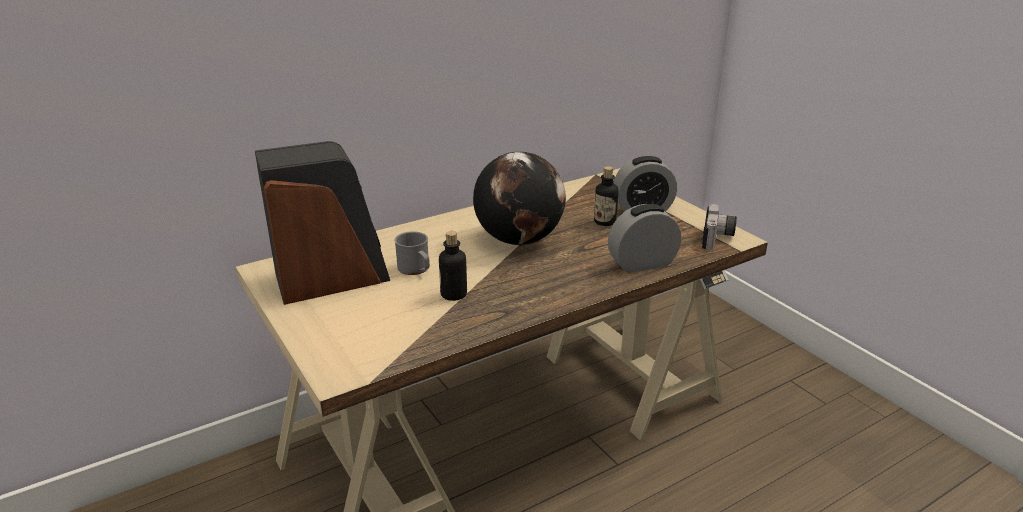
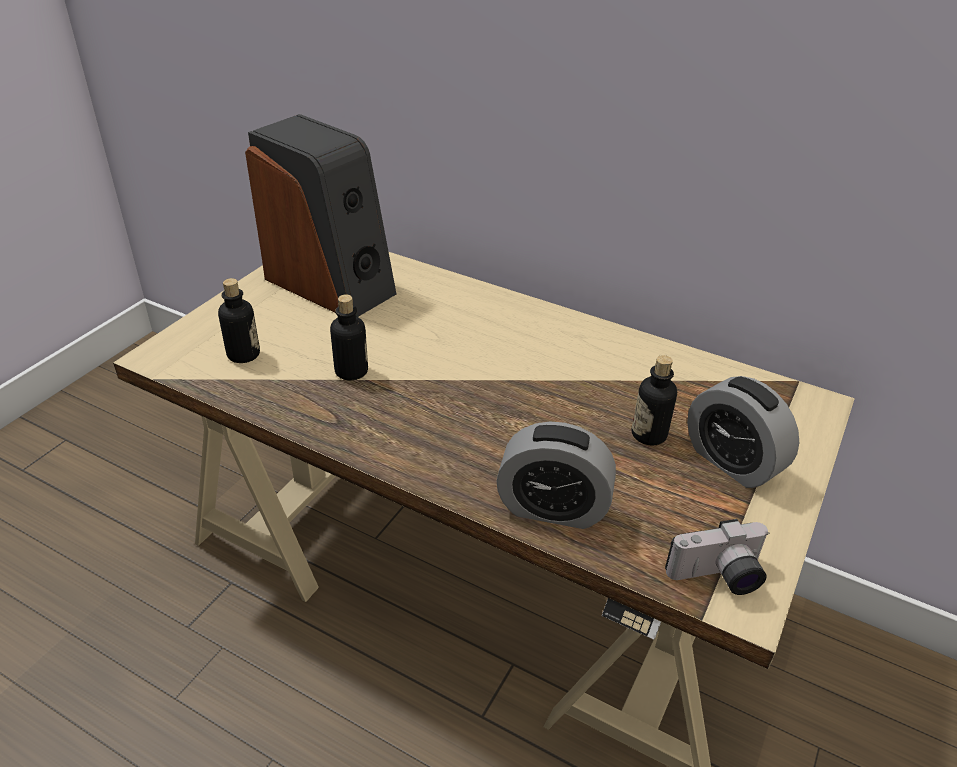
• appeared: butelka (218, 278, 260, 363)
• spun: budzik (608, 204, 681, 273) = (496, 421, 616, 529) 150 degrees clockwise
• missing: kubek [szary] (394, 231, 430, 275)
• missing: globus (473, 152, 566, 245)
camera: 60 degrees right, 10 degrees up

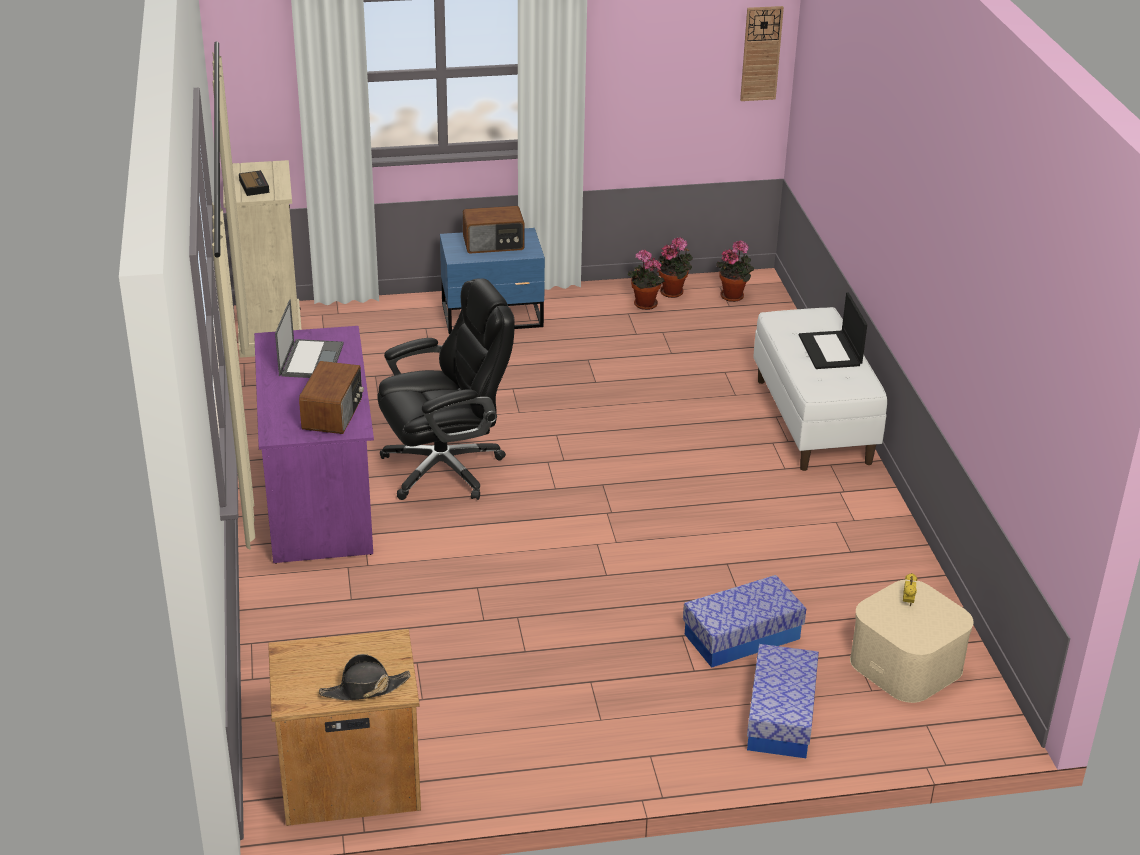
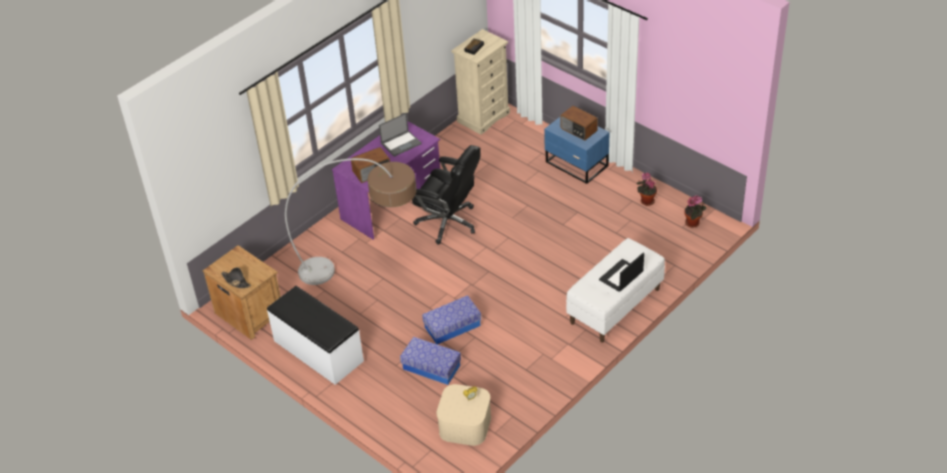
• appeared: ławka [biały] (267, 286, 364, 385)
• appeared: lampa stojąca (285, 158, 417, 285)
• relocated: pojemnik do przechowywania (747, 644, 819, 758) to (422, 295, 481, 344)
• missing: roślina doniczkowa (658, 237, 693, 298)
• missing: zegar ścienny (740, 6, 784, 101)
camera: 55 degrees right, 10 degrees up

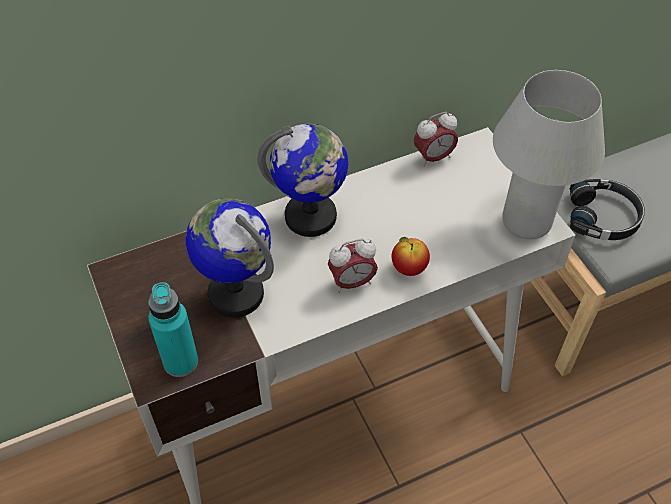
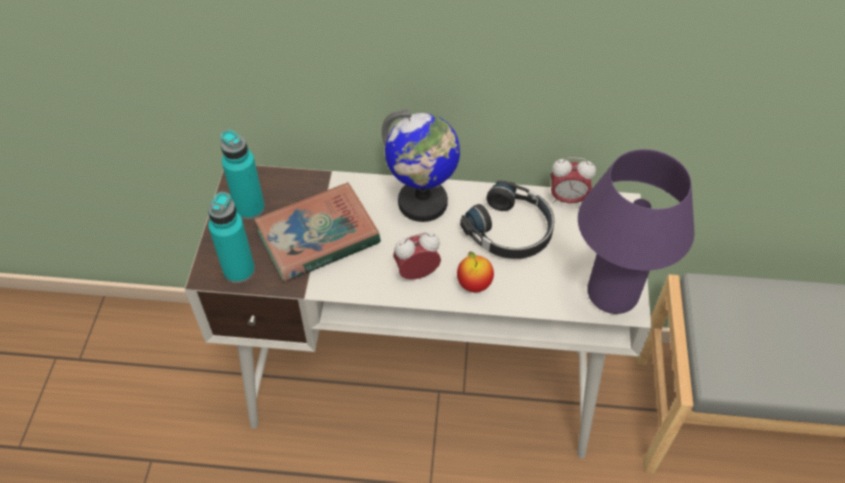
• appeared: butelka [turkusowy] (220, 130, 265, 220)
• exchanged: globus (185, 198, 274, 317) to książka (254, 182, 381, 282)
• spun: budzik (328, 239, 378, 293) = (393, 232, 441, 280) 150 degrees clockwise
• relocated: słuchawki [czarny] (570, 179, 645, 240) to (460, 180, 555, 259)
• colour: lampa stołowa [biały] (493, 70, 605, 239) to lampa stołowa [fioletowy] (578, 149, 694, 314)
camera: 30 degrees right, 0 degrees up

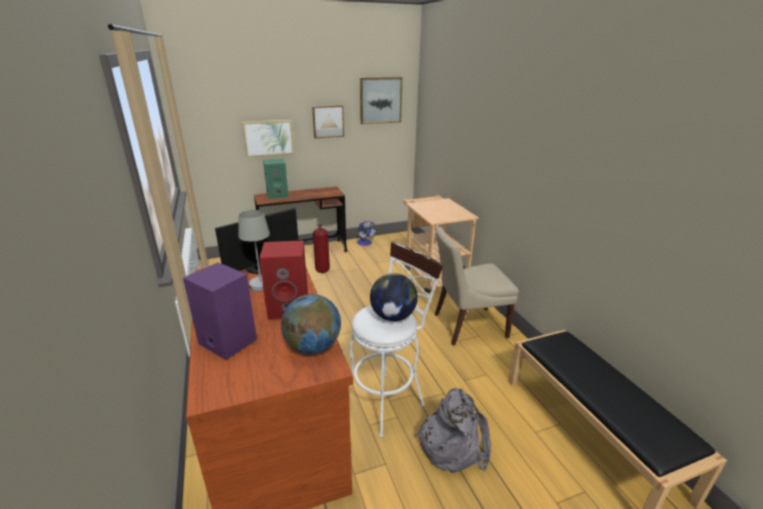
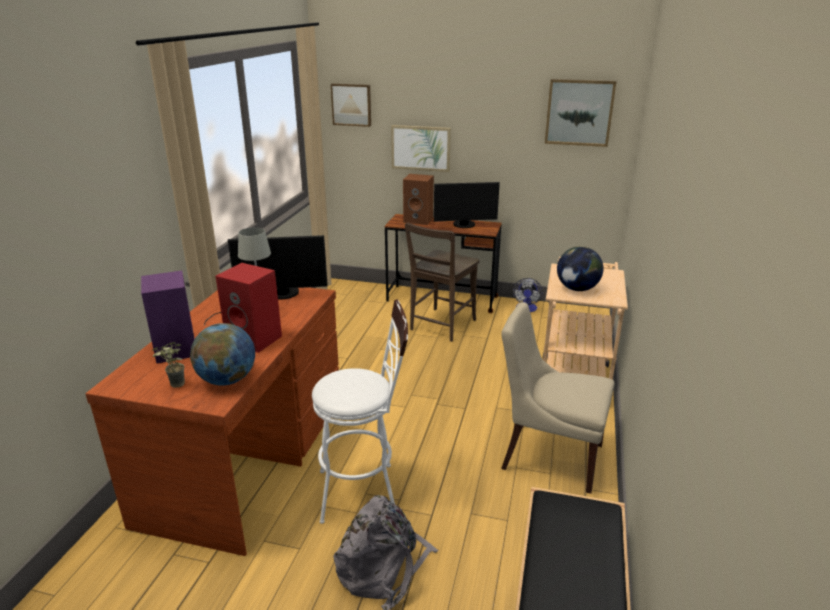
• appeared: roślina doniczkowa (151, 342, 185, 388)
• relocated: obraz (312, 105, 344, 138) to (331, 84, 371, 127)
• colour: głośnik [zielony] (263, 159, 289, 199) to głośnik [brązowy] (403, 174, 434, 225)
• exchanged: gaśnica (313, 224, 330, 273) to krzesło [brązowy] (405, 223, 480, 342)
• appeared: monitor (434, 182, 500, 228)
• relocated: globus (370, 273, 418, 321) to (557, 246, 603, 291)
camera: 35 degrees right, 0 degrees up

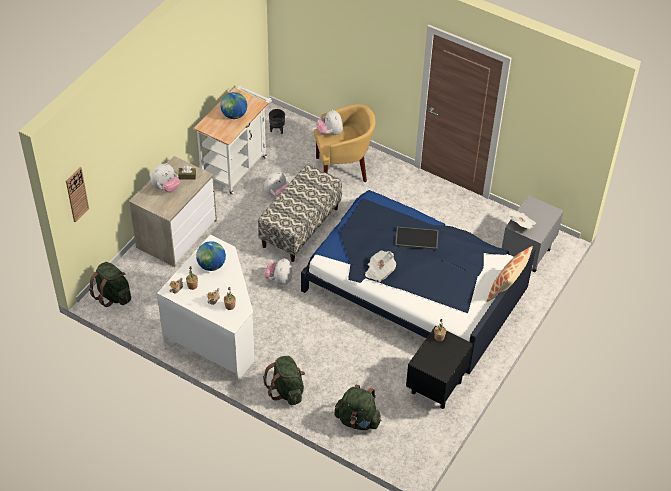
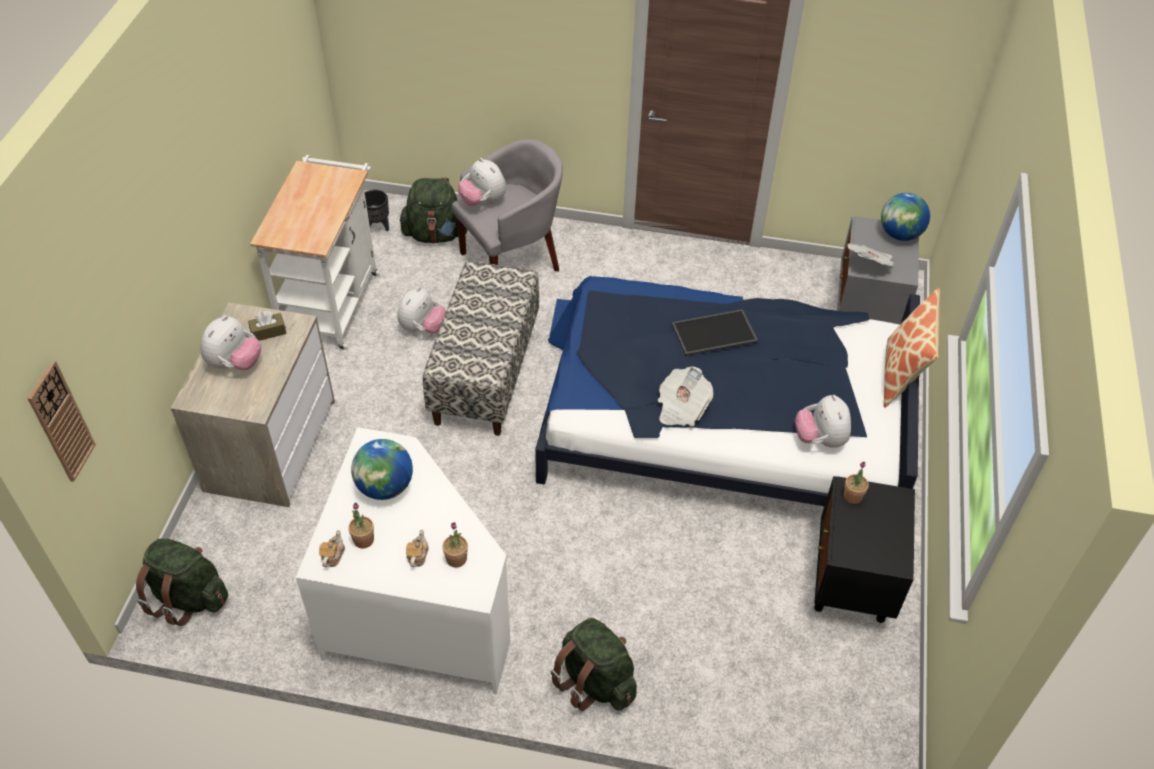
• relocated: plecak [zielony] (334, 385, 381, 430) to (400, 178, 467, 244)
• colour: fotel [żółty] (314, 104, 375, 182) to fotel [szary] (452, 139, 563, 271)
• relocated: pluszak (264, 258, 292, 285) to (795, 395, 851, 448)
• relocated: globus (220, 92, 247, 119) to (881, 193, 930, 241)
camera: 20 degrees left, 0 degrees up

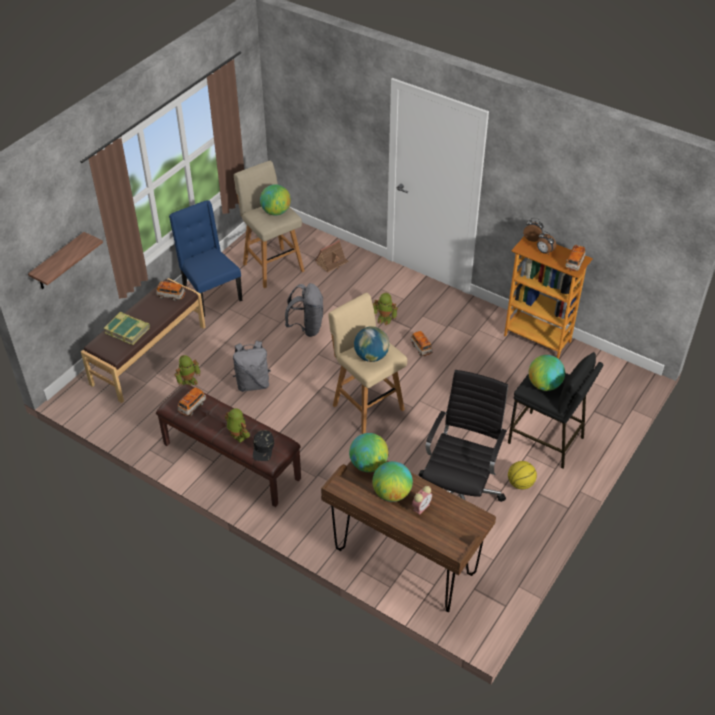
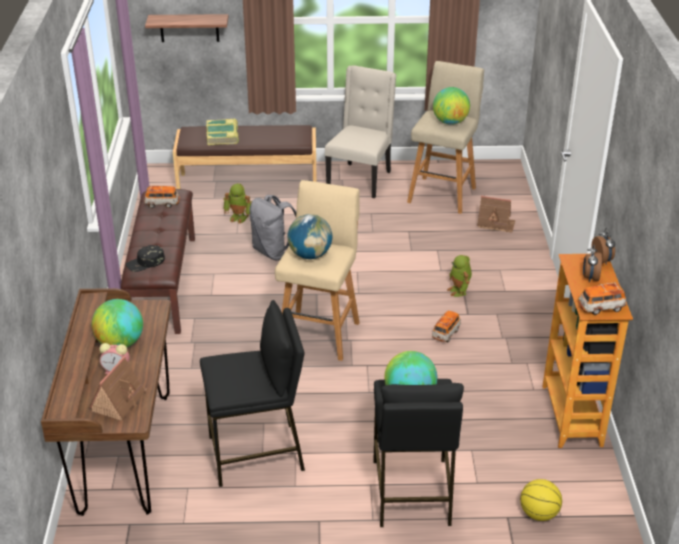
• appeared: domek (89, 356, 148, 421)
• exchanged: krzesło biurowe [czarny] (419, 370, 508, 502) to stołek [czarny] (200, 300, 305, 487)
• colour: krzesło [niebieski] (169, 200, 242, 317) to krzesło [beżowy] (325, 65, 396, 198)
• relocated: piłka do koszykówki (508, 461, 537, 489) to (520, 479, 562, 521)
• missing: samochodzik (156, 281, 185, 301)
• missing: robot zabawkowy (225, 408, 250, 443)
• missing: plecak [szary] (285, 283, 323, 337)
• missing: globus (349, 433, 389, 472)
camera: 55 degrees right, 10 degrees down

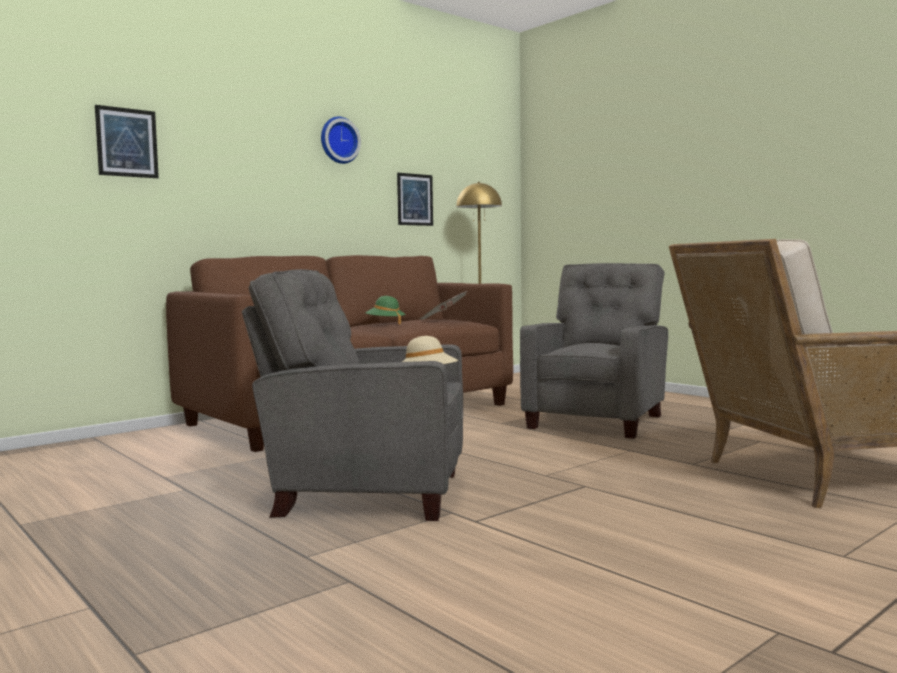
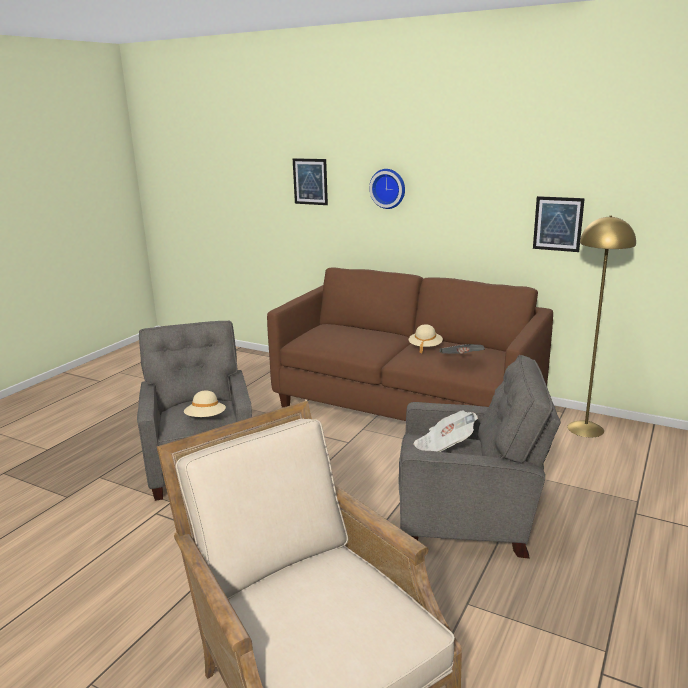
• relocated: zegar ścienny (321, 117, 361, 164) to (369, 169, 405, 209)
• colour: kapelusz [zielony] (365, 296, 406, 324) to kapelusz [beżowy] (409, 324, 443, 354)
• appeared: gazeta (414, 410, 478, 452)
camera: 70 degrees right, 15 degrees up

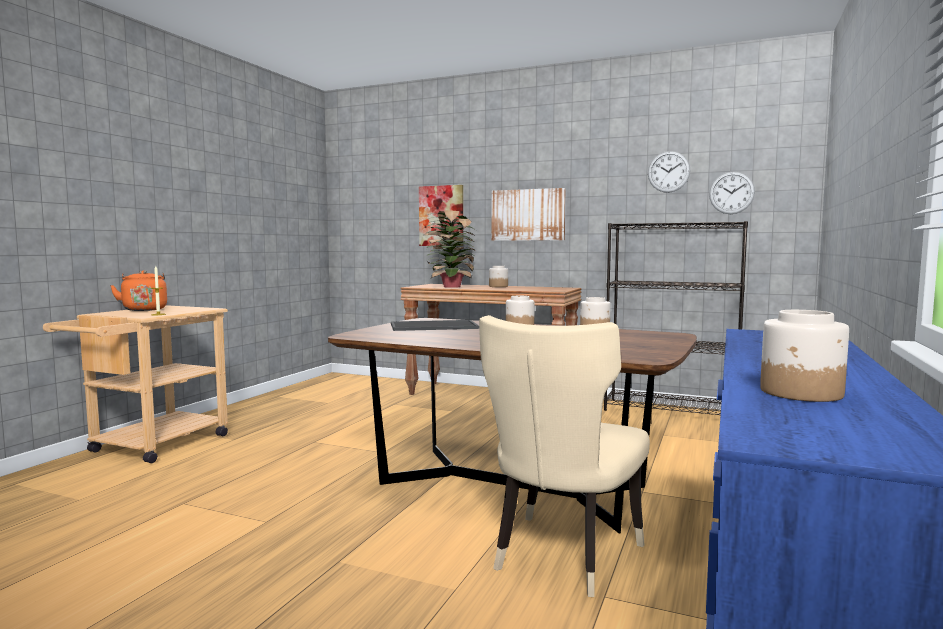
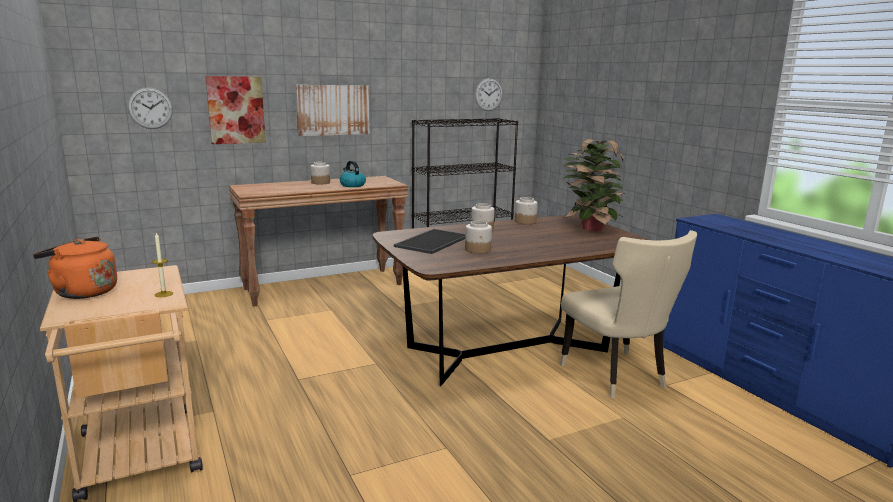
• relocated: zegar ścienny (648, 151, 690, 193) to (128, 87, 173, 129)
• appeared: czajnik (340, 161, 366, 187)
• relocated: słoik (760, 310, 849, 402) to (465, 221, 492, 254)
• relocated: roślina doniczkowa (424, 210, 476, 288) to (562, 139, 625, 231)
camera: 50 degrees left, 10 degrees up

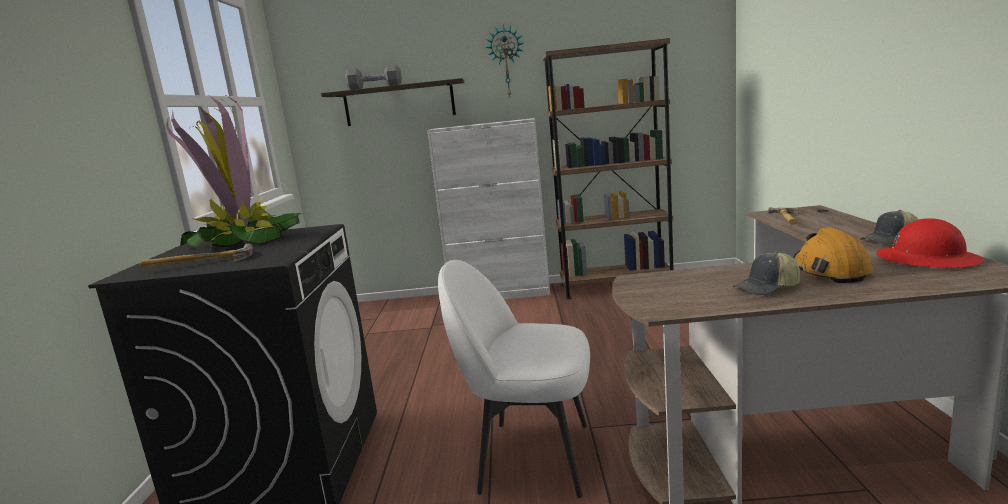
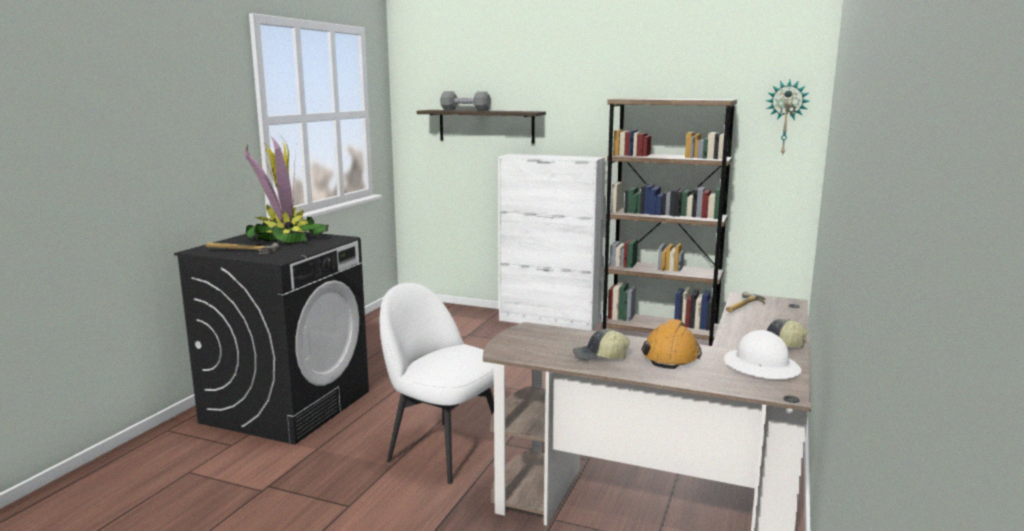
• colour: kask [czerwony] (876, 218, 984, 268) to kask [biały] (724, 330, 801, 379)
• relocated: zegar ścienny (485, 25, 524, 97) to (766, 80, 809, 156)
camera: 20 degrees right, 0 degrees up

